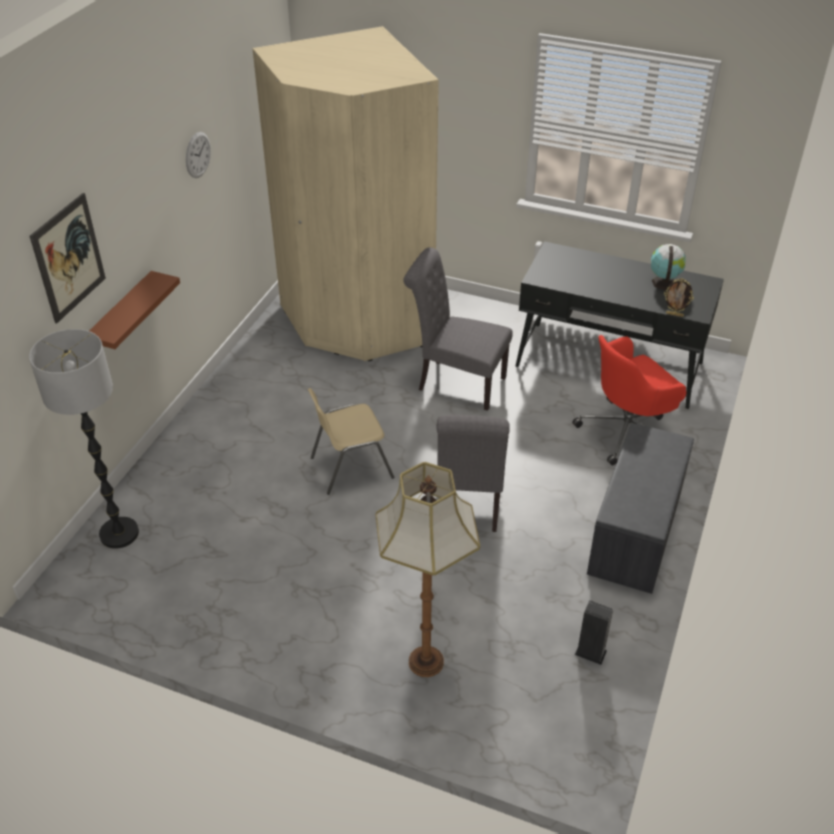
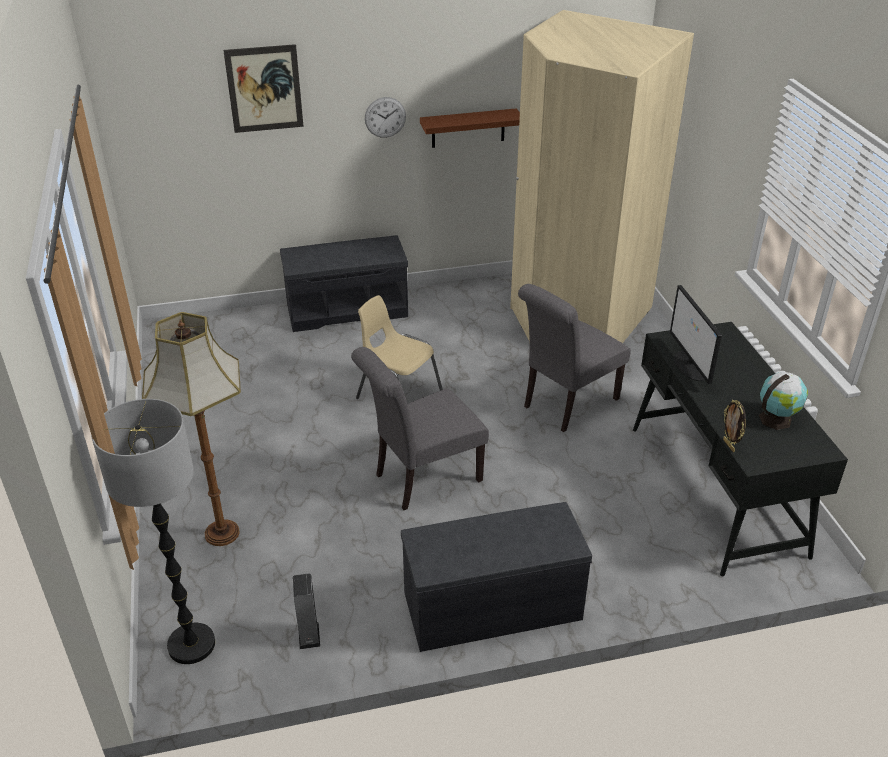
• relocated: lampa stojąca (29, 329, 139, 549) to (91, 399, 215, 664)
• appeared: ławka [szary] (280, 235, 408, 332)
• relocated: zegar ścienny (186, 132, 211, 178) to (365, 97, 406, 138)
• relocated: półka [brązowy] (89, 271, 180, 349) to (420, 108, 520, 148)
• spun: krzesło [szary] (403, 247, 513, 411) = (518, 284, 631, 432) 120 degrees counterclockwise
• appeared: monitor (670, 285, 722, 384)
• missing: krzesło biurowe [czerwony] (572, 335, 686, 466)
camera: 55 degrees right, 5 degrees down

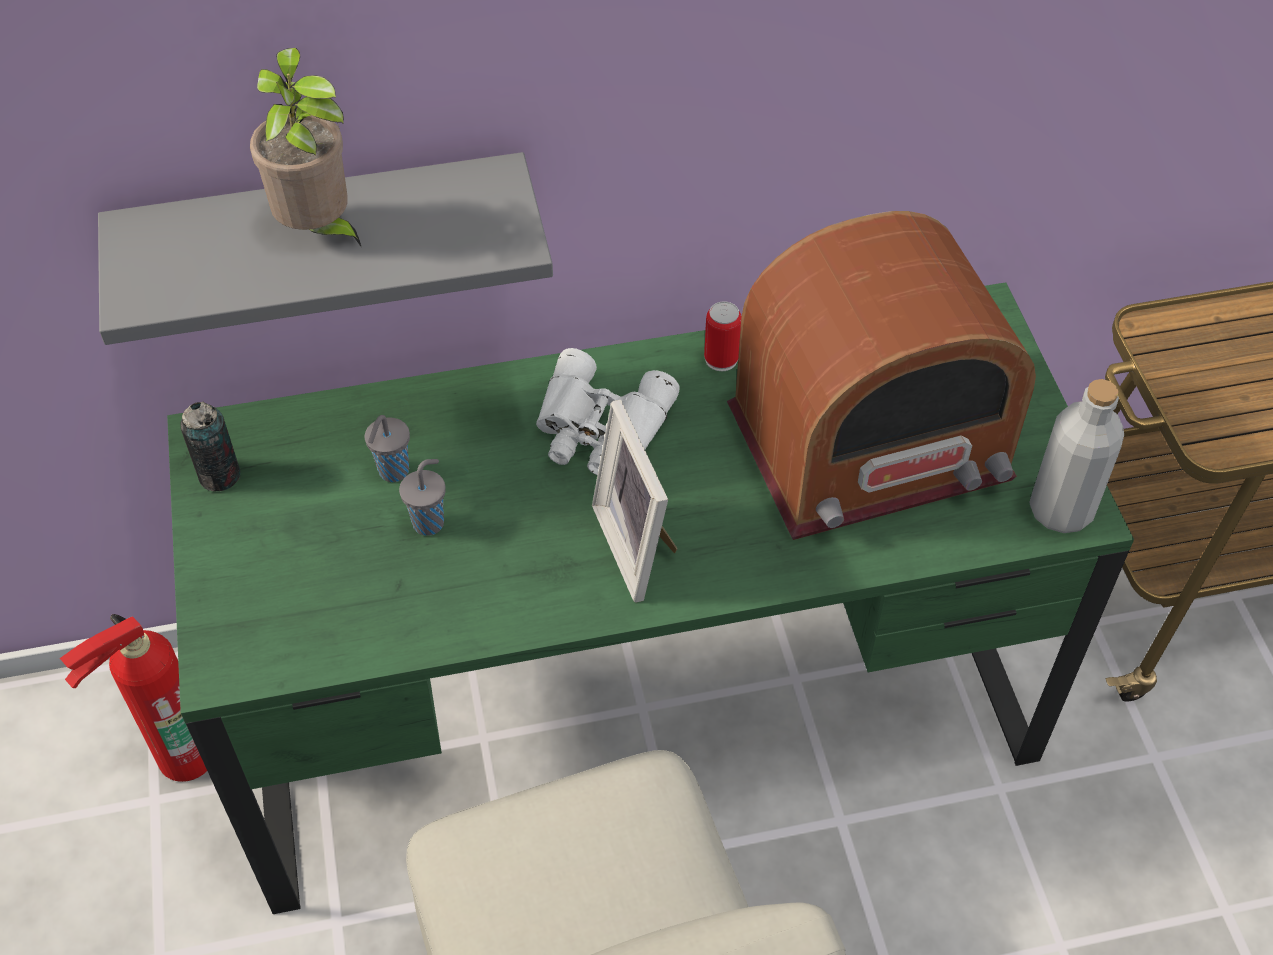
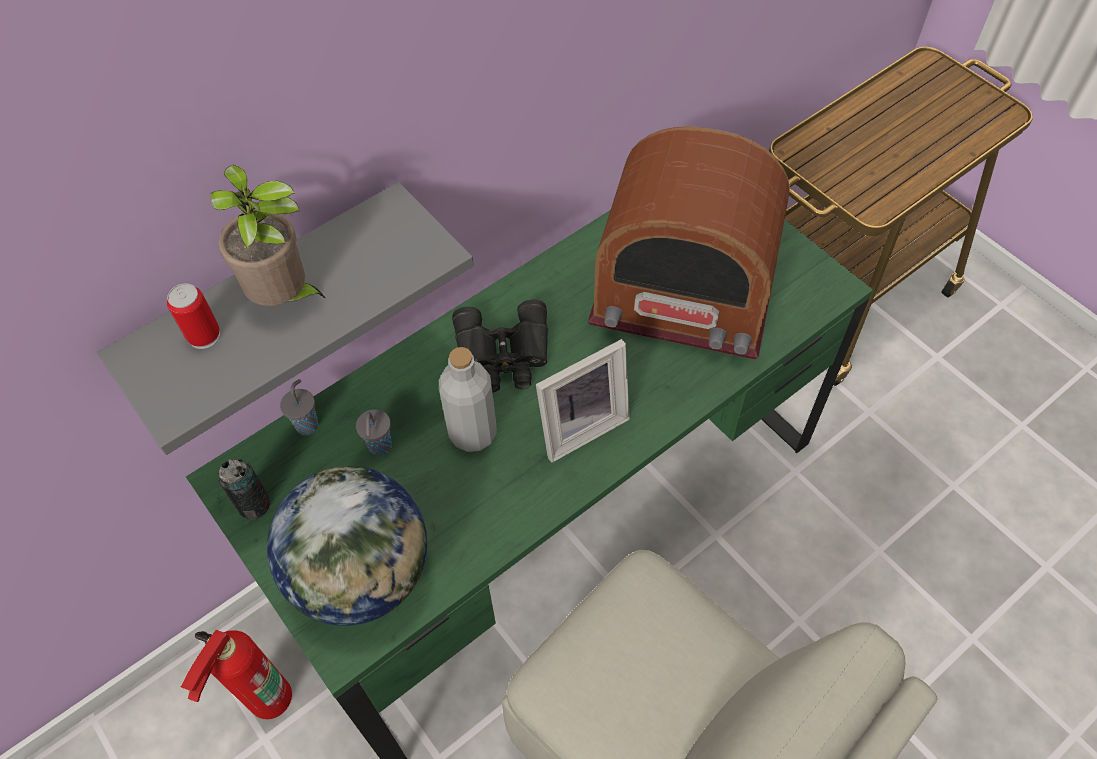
• relocated: puszka (704, 301, 741, 371) to (167, 284, 220, 349)
• appeared: globus (267, 466, 427, 626)
• relocated: filiżanka [szary] (399, 459, 446, 536) to (280, 379, 319, 435)
• relocated: butelka [szary] (1029, 379, 1124, 533) to (439, 347, 497, 452)
• colour: lornetka [biały] (536, 348, 679, 475) to lornetka [czarny] (452, 300, 548, 392)
• spun: ramka na zdjęcie (592, 400, 678, 602) = (536, 339, 630, 462) 75 degrees counterclockwise
• spun: radio (727, 211, 1036, 540) = (588, 126, 790, 360) 60 degrees clockwise
camera: 25 degrees left, 5 degrees up

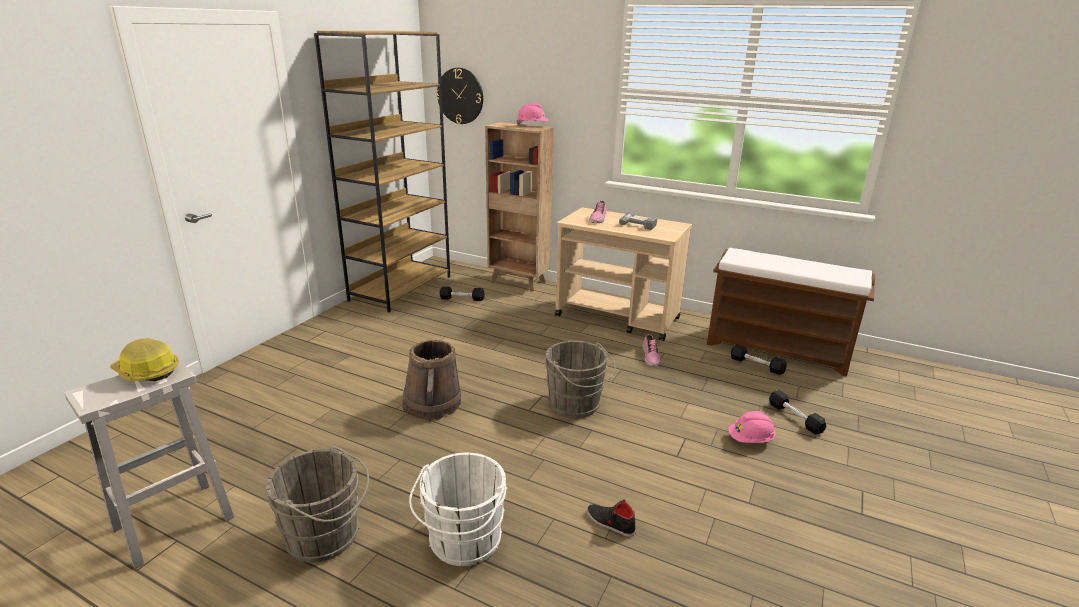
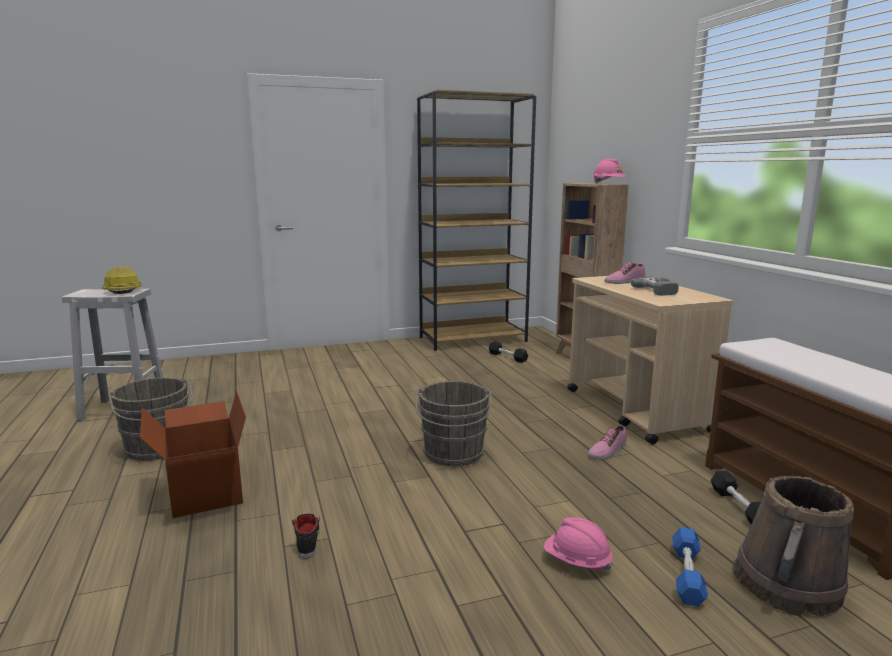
• exchanged: wiadro [biały] (409, 452, 507, 566) to karton (140, 390, 246, 518)
• colour: hantel [czarny] (769, 390, 827, 435) to hantel [niebieski] (672, 527, 708, 607)
• relocated: wiadro [brązowy] (402, 340, 461, 420) to (733, 476, 854, 616)
• missing: zegar ścienny (436, 68, 483, 124)
camera: 45 degrees right, 10 degrees down

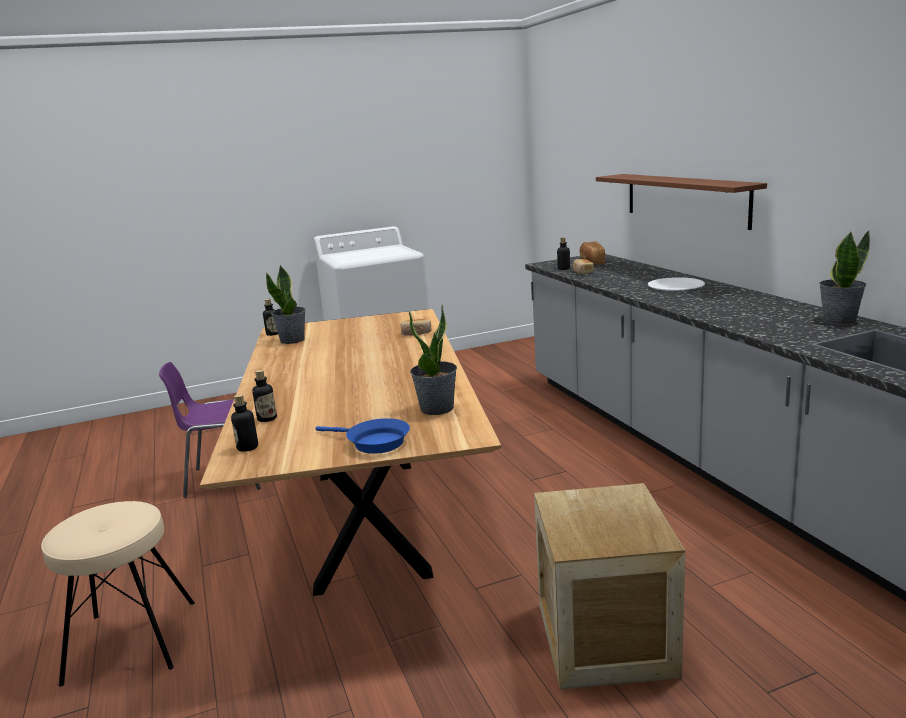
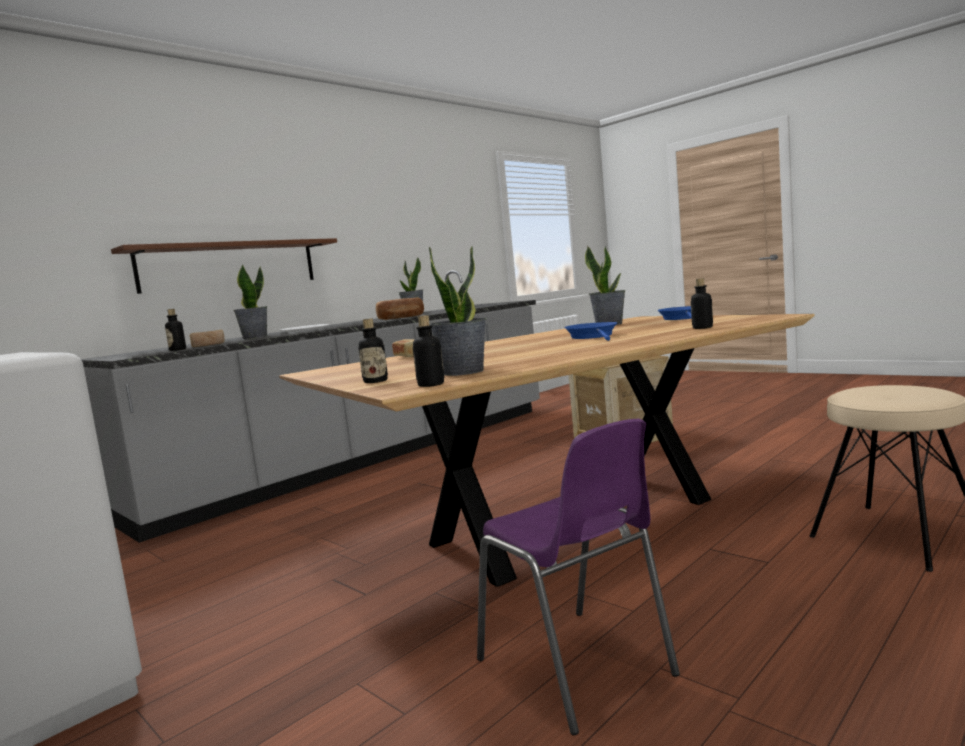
• appeared: roślina doniczkowa (234, 265, 268, 339)
• relocated: butelka (231, 394, 258, 452) to (358, 318, 388, 383)
• relocated: chleb (580, 241, 605, 265) to (376, 298, 424, 320)
• appeared: patelnia [niebieski] (564, 322, 617, 341)
camera: 115 degrees left, 10 degrees down

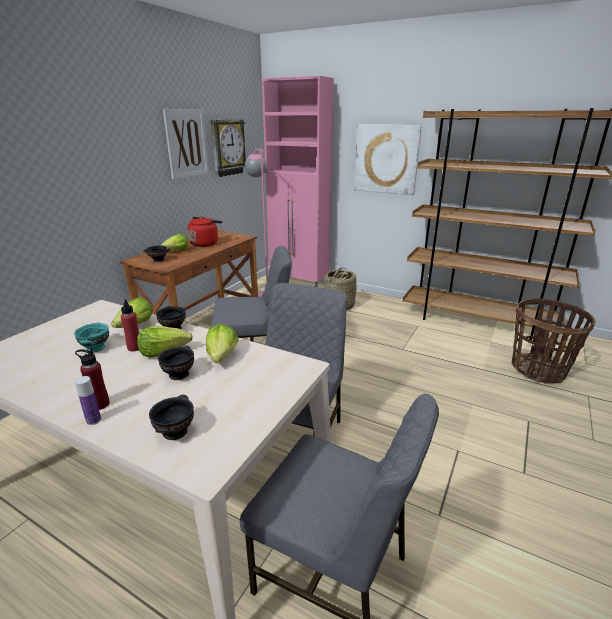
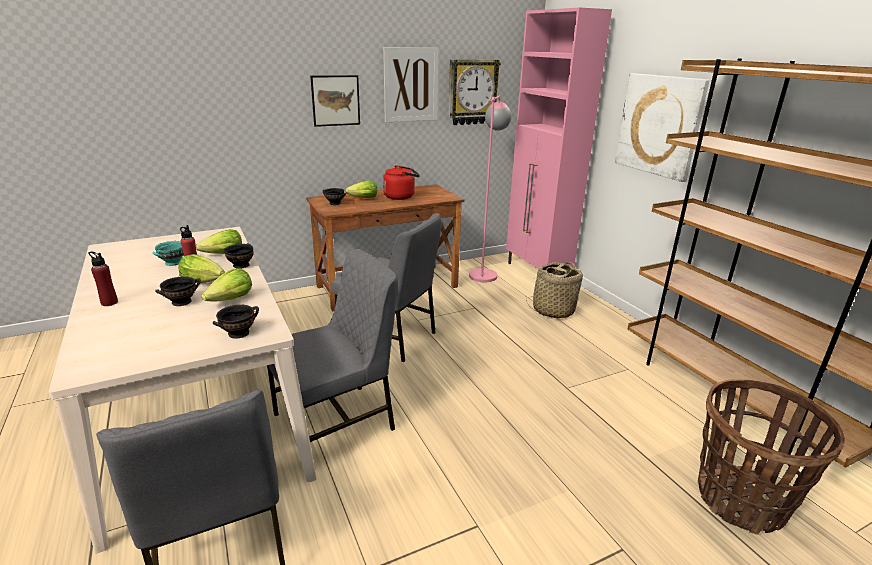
• relocated: miska [czarny] (149, 395, 194, 440) to (213, 305, 259, 339)
• appeared: obraz (310, 75, 360, 127)
• missing: butelka (75, 376, 101, 425)
camera: 35 degrees right, 0 degrees up

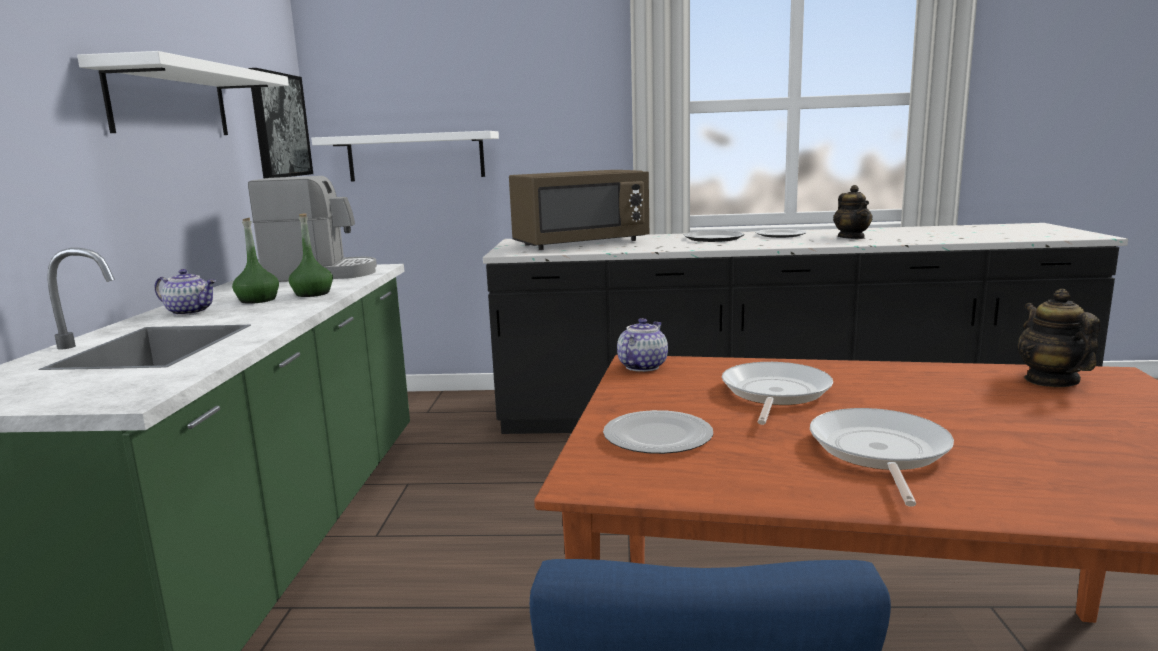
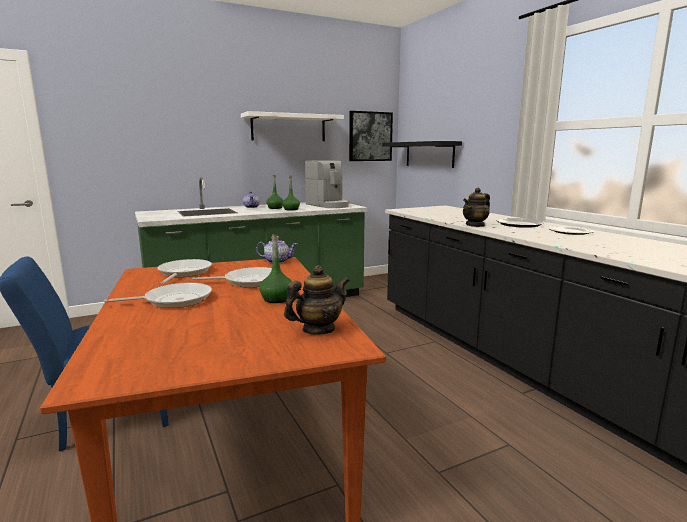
• exchanged: talerz (603, 410, 713, 454) to patelnia (157, 259, 212, 284)
• appeared: butelka [zielony] (259, 234, 293, 303)
• colour: półka [biały] (311, 131, 499, 181) to półka [czarny] (382, 141, 462, 168)
• relocated: imbryk (833, 185, 873, 239) to (463, 188, 490, 227)
• missing: mikrofalówka [brązowy] (509, 170, 649, 250)
camera: 60 degrees right, 0 degrees up

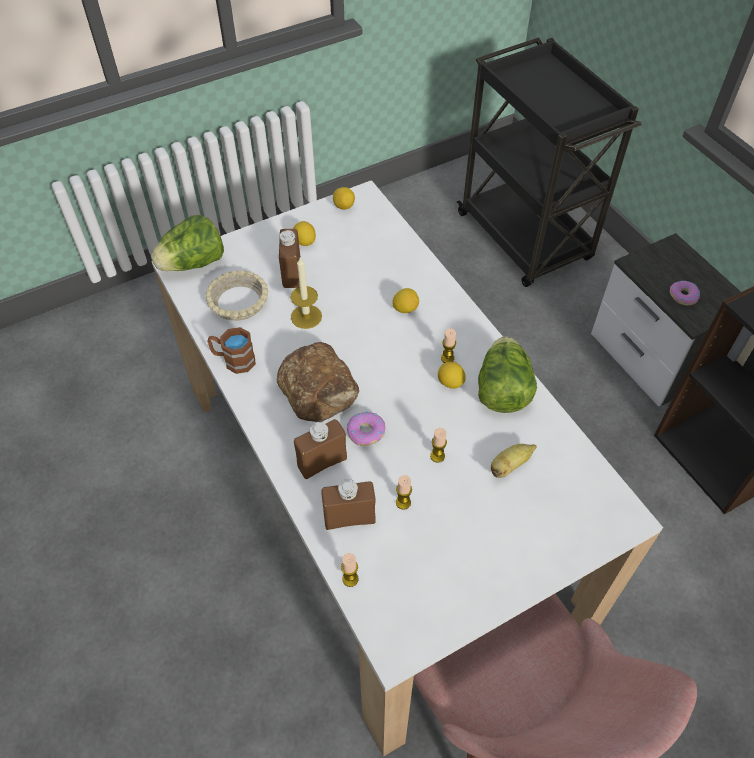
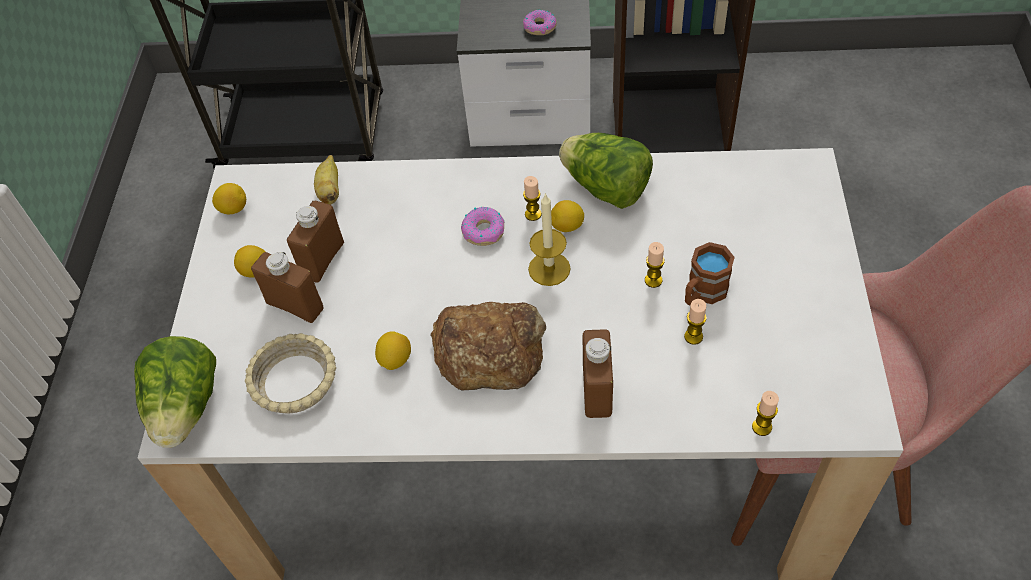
• relocated: butelka [brązowy] (321, 479, 376, 530) to (287, 201, 344, 283)
• relocated: banan (491, 444, 536, 478) to (314, 155, 339, 204)
• relocated: cytryna (393, 288, 419, 313) to (375, 331, 411, 370)
• relocated: donut (347, 411, 386, 446) to (461, 207, 504, 246)
• relocated: świeca (291, 258, 322, 329) to (528, 193, 571, 286)
• relocated: kubek [brązowy] (207, 327, 256, 374) to (685, 242, 735, 305)
camera: 55 degrees left, 0 degrees up

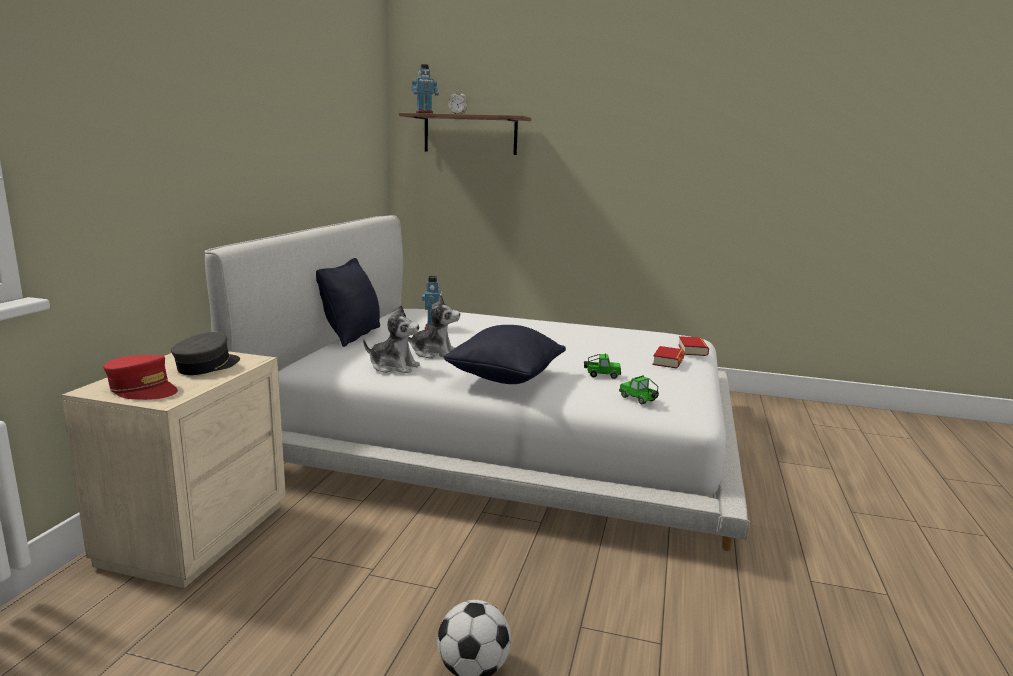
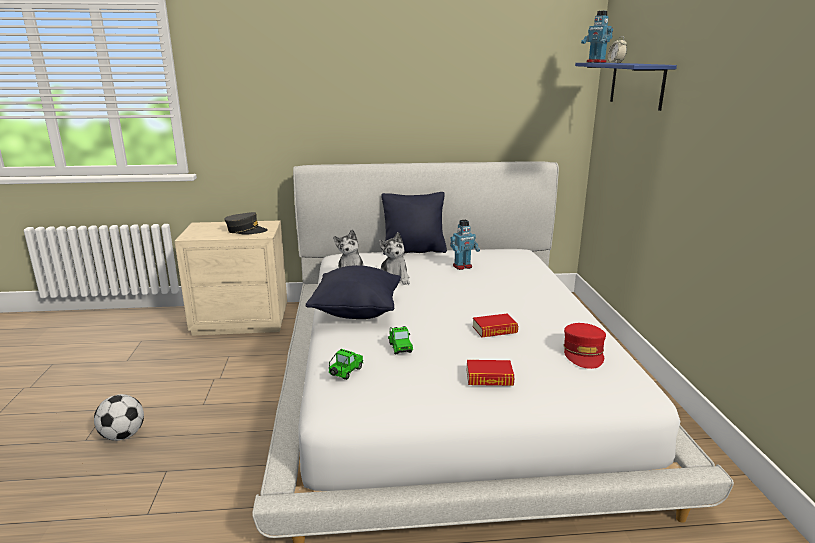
• relocated: książka (678, 336, 709, 356) to (472, 314, 518, 337)
• relocated: czapka z daszkiem [czerwony] (103, 355, 178, 400) to (563, 323, 606, 369)
• colour: półka [brązowy] (399, 113, 531, 155) to półka [niebieski] (575, 63, 677, 111)
camera: 70 degrees right, 5 degrees up

